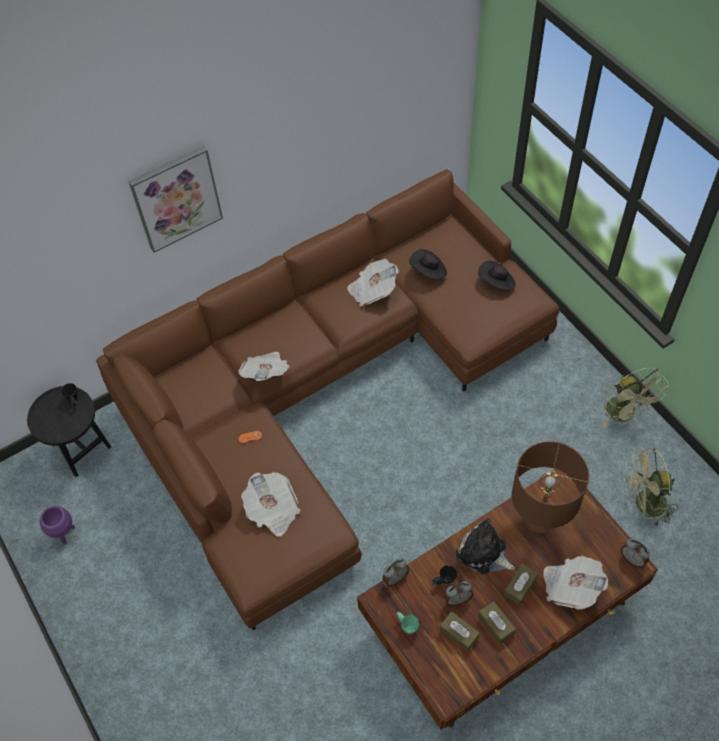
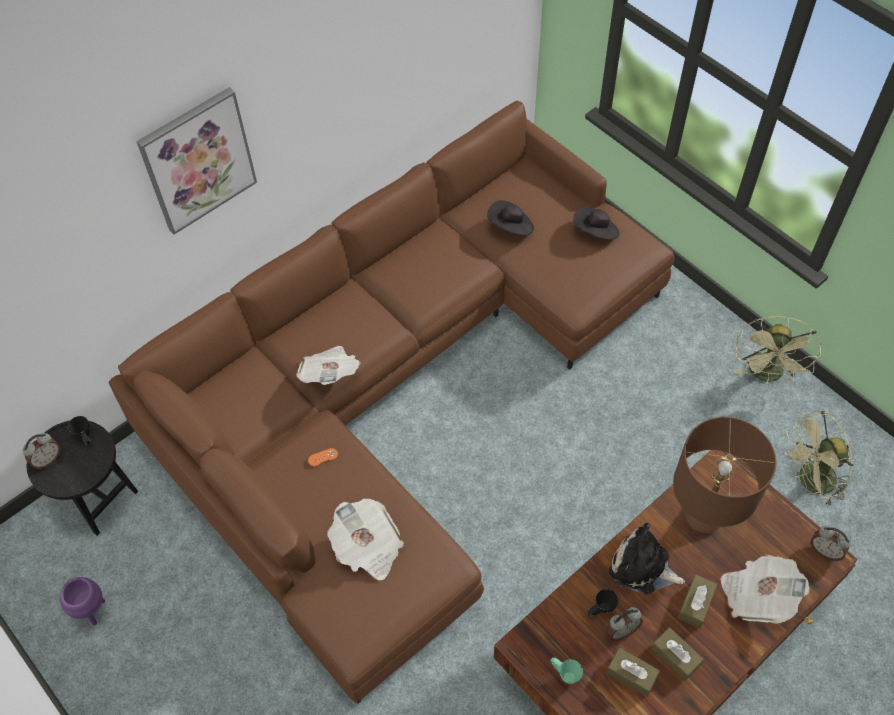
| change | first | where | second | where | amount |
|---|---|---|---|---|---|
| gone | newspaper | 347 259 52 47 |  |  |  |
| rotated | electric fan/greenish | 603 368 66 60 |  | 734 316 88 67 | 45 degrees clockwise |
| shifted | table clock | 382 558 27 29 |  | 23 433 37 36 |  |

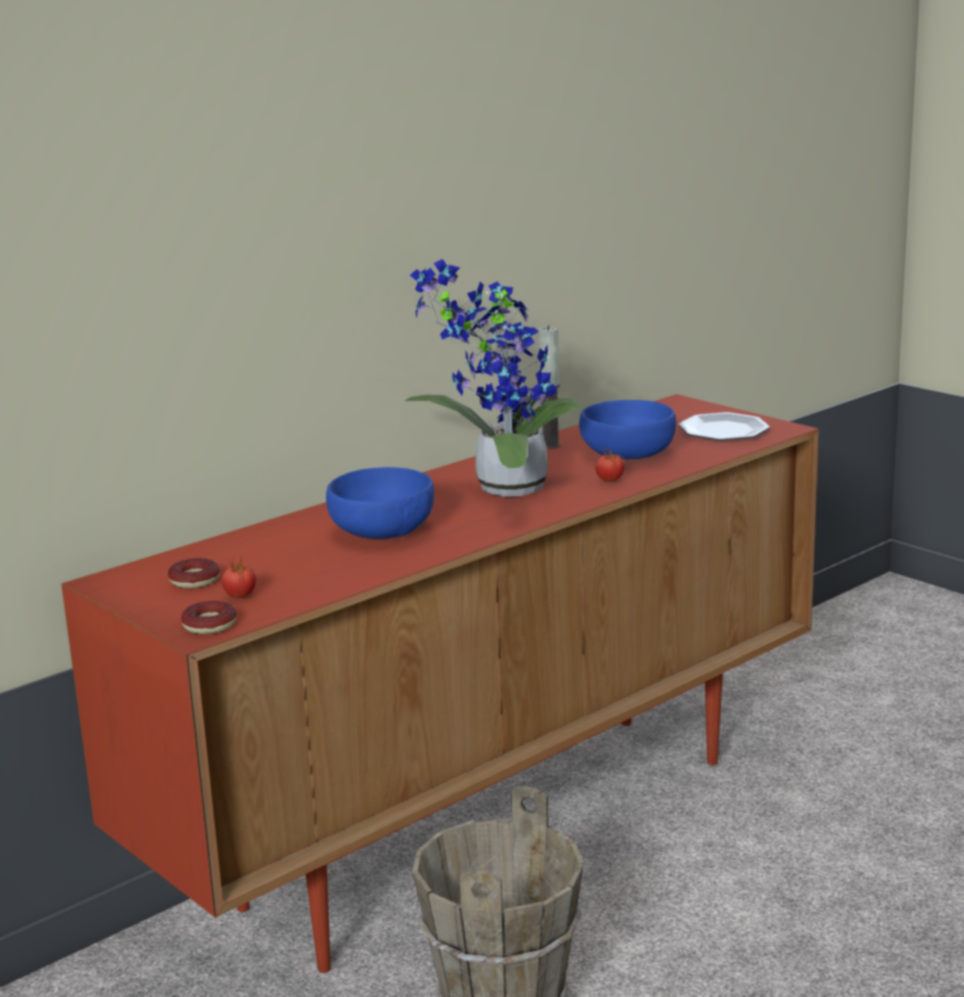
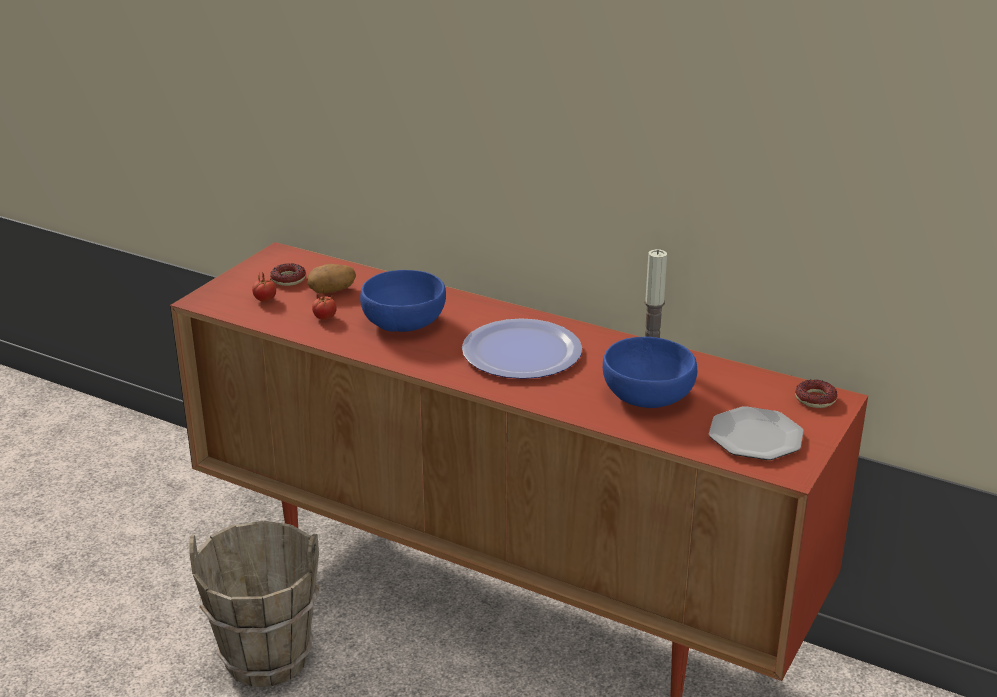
| change | first | where | second | where | amount |
|---|---|---|---|---|---|
| swapped | potted plant | 405 259 176 238 | dinner plate | 462 318 120 61 |  |
| shifted | whole tomato | 595 446 29 36 |  | 312 290 25 30 |  |
| shifted | doughnut | 181 601 55 33 |  | 795 379 43 29 |  |
| new |  |  | potato | 307 264 49 30 |  |

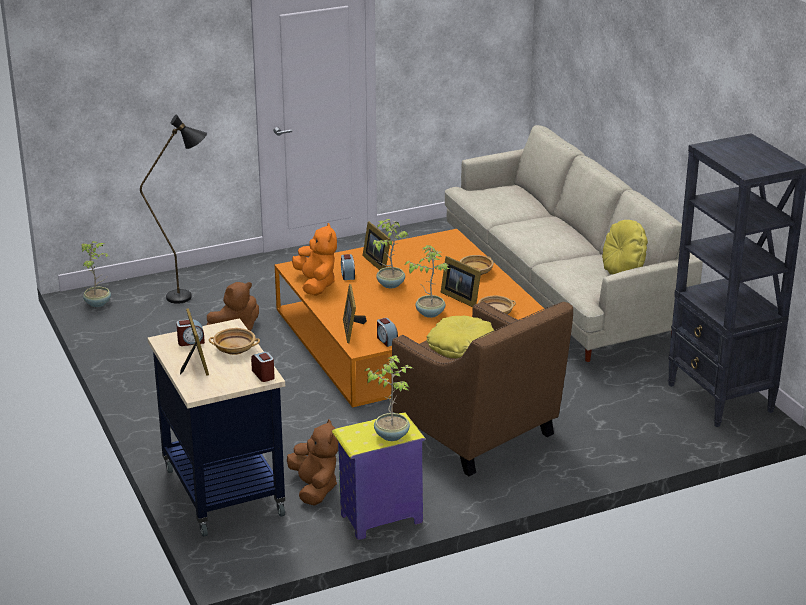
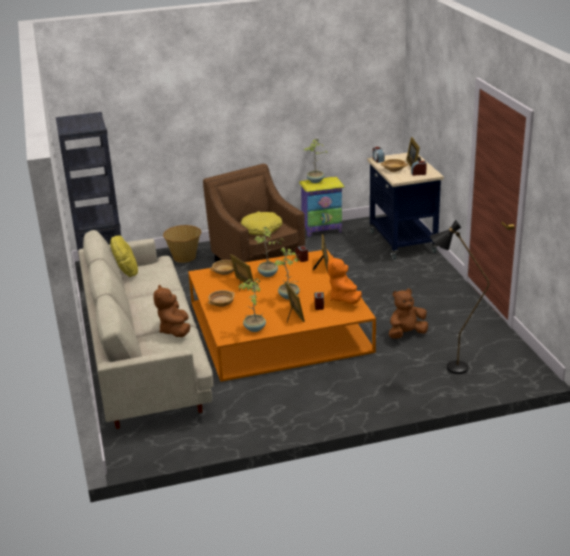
| change | first | where | second | where | amount |
|---|---|---|---|---|---|
| shifted | potted plant | 82 241 29 66 |  | 238 278 28 54 |  |
| shifted | plush toy/brown | 287 419 51 87 |  | 153 285 37 52 |  |
| new |  |  | household basket | 163 225 38 38 |  |

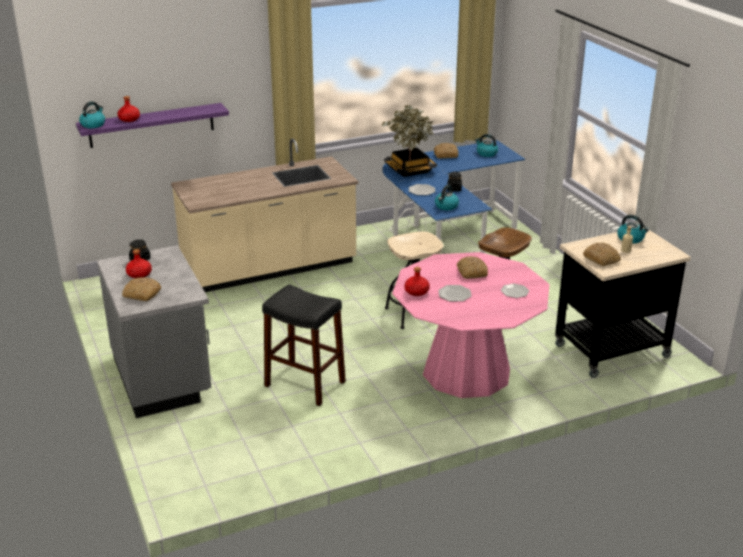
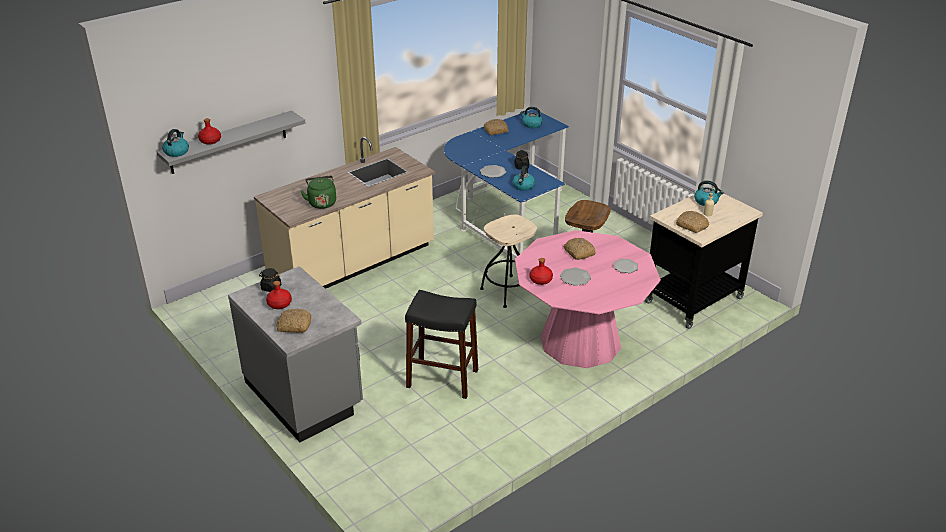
| change | first | where | second | where | amount |
|---|---|---|---|---|---|
| repainted | wall shelf/purplish | 76 103 153 45 | wall shelf/grey | 157 111 149 63 |  |
| gone | potted plant | 381 105 56 72 |  |  |  |
| new |  |  | tea kettle/greenish | 301 176 35 33 |  |

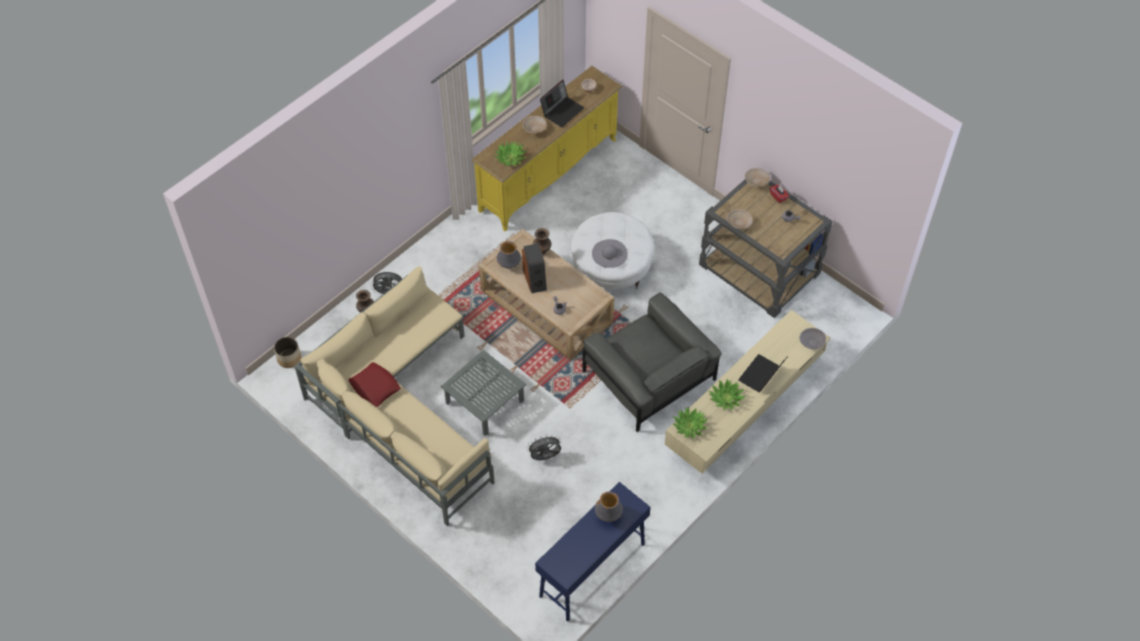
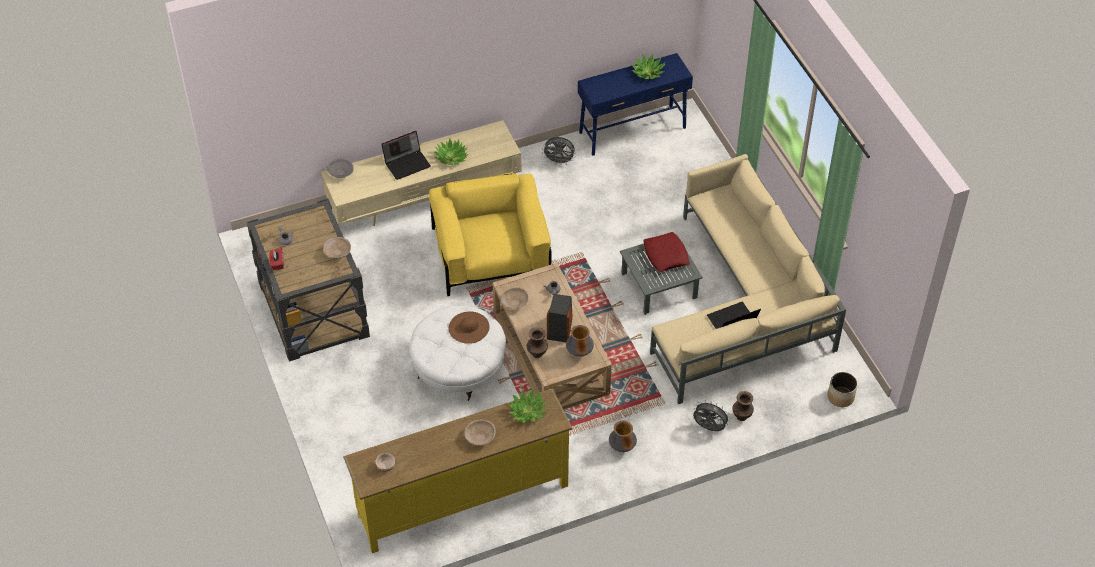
| change | first | where | second | where | amount |
|---|---|---|---|---|---|
| shifted | laptop | 540 80 44 48 |  | 707 302 54 27 |  |
| shifted | bowl/beige | 745 168 25 19 |  | 501 287 28 22 |  |
| repainted | wearable hat/grey | 592 239 36 29 | wearable hat/brown | 449 312 41 32 |  |
| repainted | easy chair/grey | 582 292 140 140 | easy chair/yellow | 429 173 122 123 |  |
| shifted | cushion/red-coloured | 349 362 52 45 |  | 643 232 47 40 |  |
| shifted | potted plant | 672 407 36 31 |  | 632 54 33 25 |  |
| shifted | electric fan/grey | 527 434 35 26 |  | 542 137 34 27 |  |
| shifted | vase | 595 491 28 31 |  | 609 421 28 31 |  |

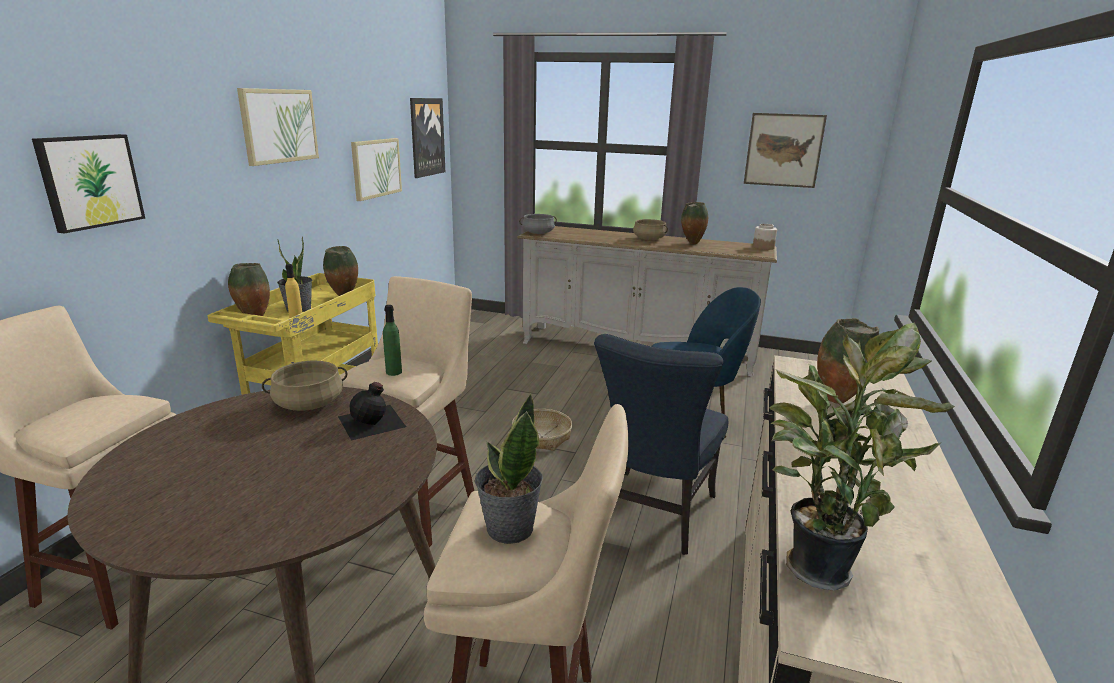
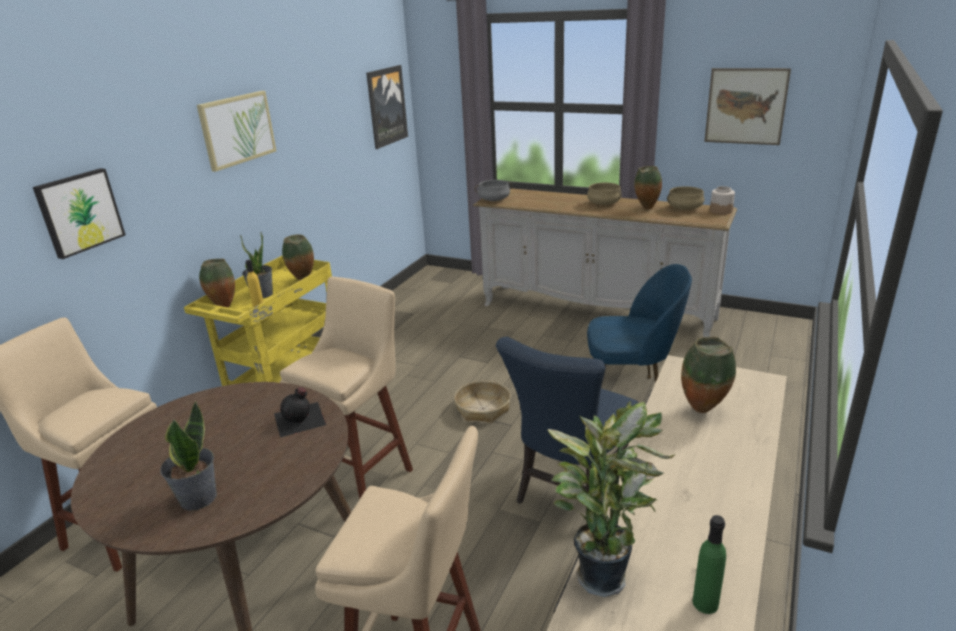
| change | first | where | second | where | amount |
|---|---|---|---|---|---|
| gone | wall picture | 351 138 51 63 |  |  |  |
| shifted | bottle/greenish | 383 305 19 71 |  | 693 515 33 99 |  |
| shifted | saucepot/beige | 262 361 85 50 |  | 667 186 37 24 |  |
| shifted | potted plant | 475 394 68 150 |  | 160 401 57 110 |  |

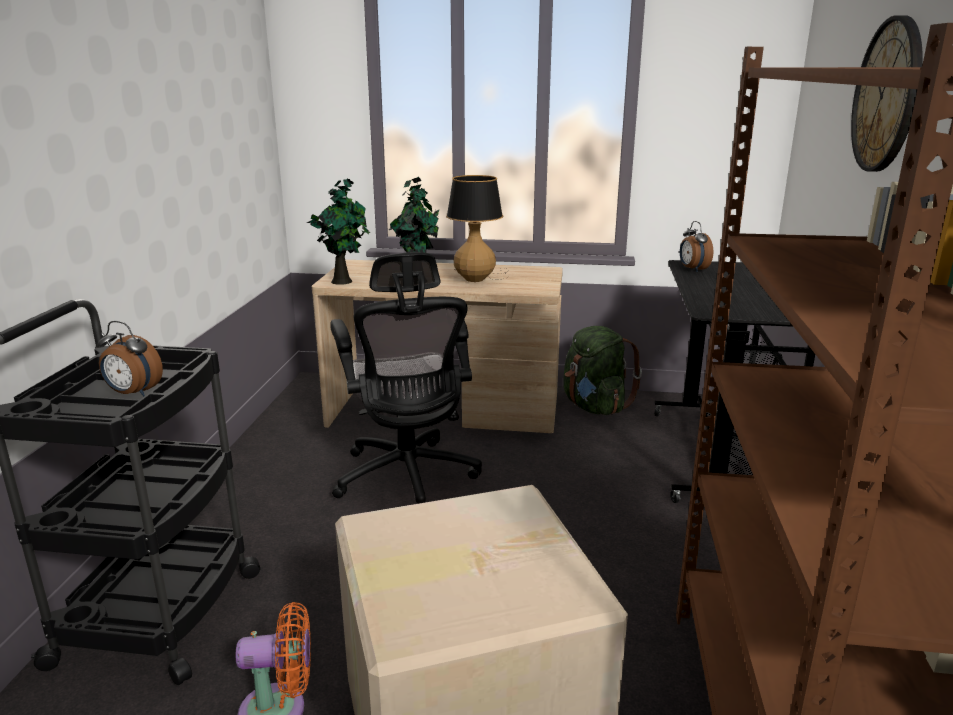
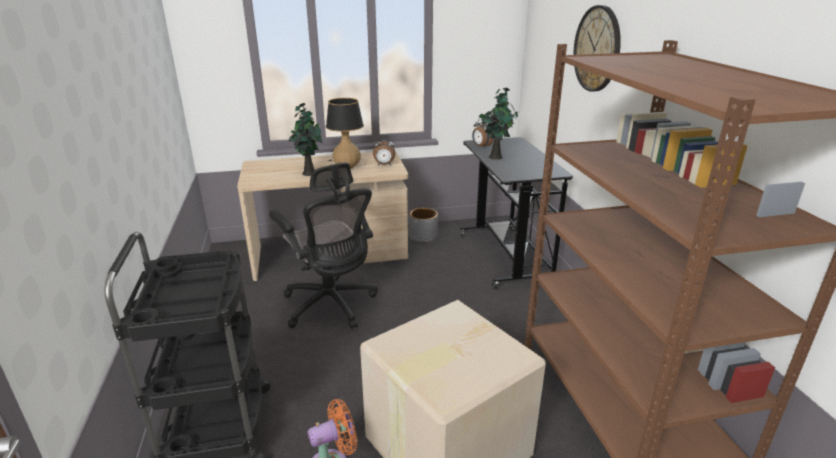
| change | first | where | second | where | amount |
|---|---|---|---|---|---|
| shifted | potted plant | 307 178 63 107 |  | 478 88 40 72 |  |
| shifted | table clock | 97 321 66 75 |  | 373 136 22 29 |  |
| swapped | rucksack/greenish | 563 326 79 89 | flower pot/grey | 409 208 29 34 |  |

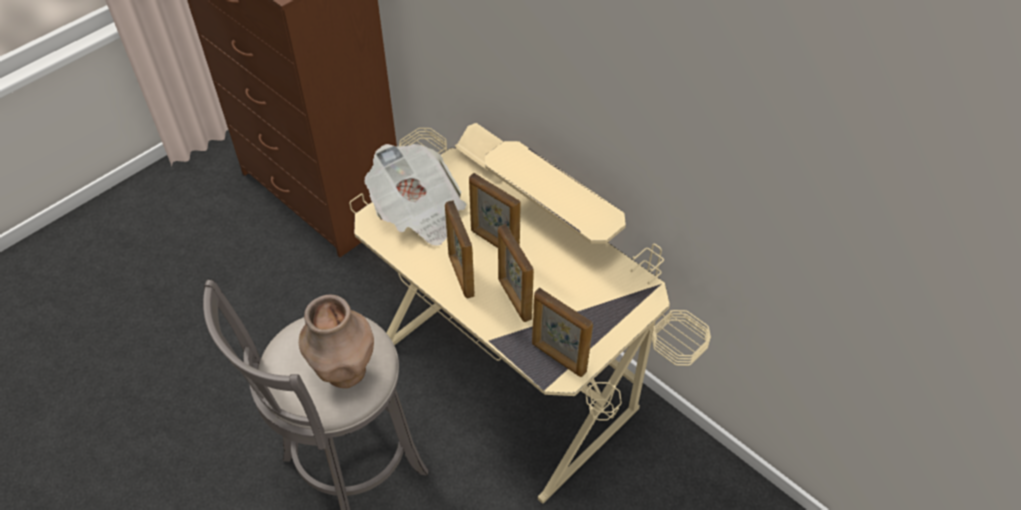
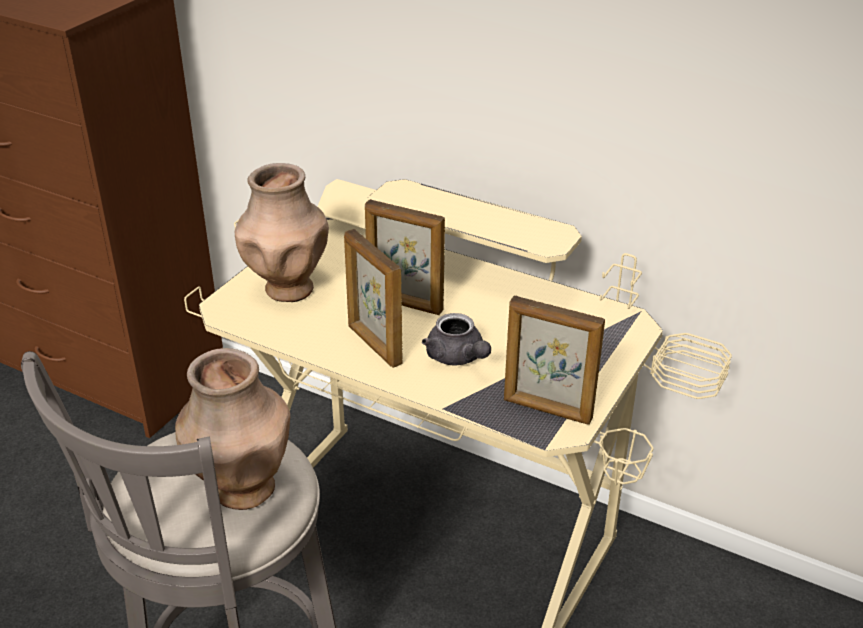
| change | first | where | second | where | amount |
|---|---|---|---|---|---|
| swapped | newspaper | 365 144 102 102 | vase/brown | 235 163 94 139 |  |
| swapped | photo frame | 498 224 36 98 | teapot/grey | 422 313 69 52 |  |

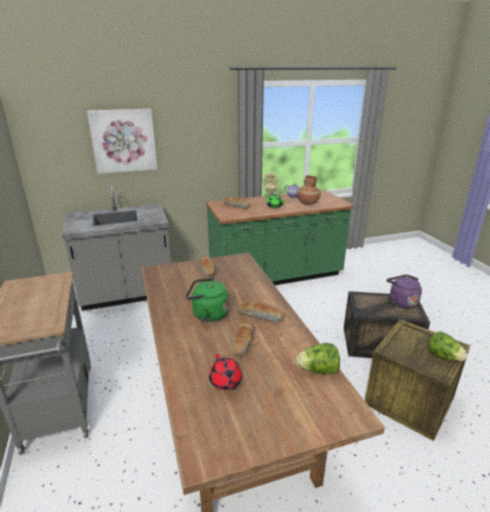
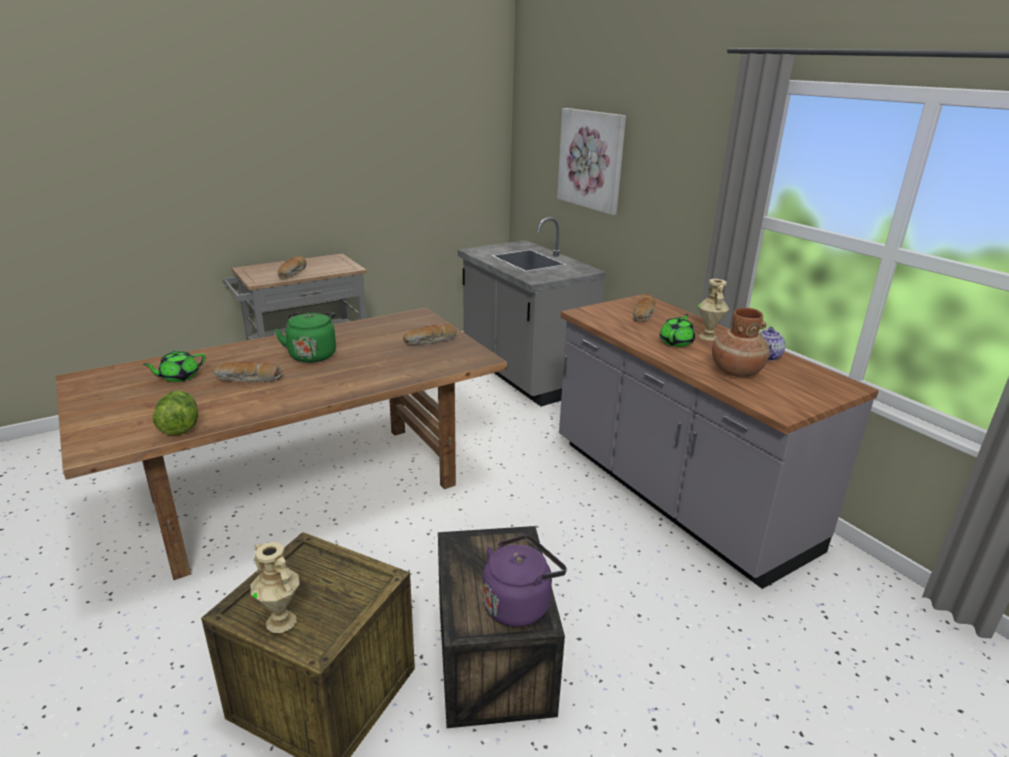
| change | first | where | second | where | amount |
|---|---|---|---|---|---|
| repainted | counter/greenish | 206 190 148 95 | counter/grey | 559 294 320 295 |  |
| shifted | bread | 238 301 47 21 |  | 277 256 29 22 |  |
| swapped | head of lettuce | 428 331 39 30 | vase/beige | 251 542 49 91 |  |
| repainted | teapot/red-coloured | 209 354 33 36 | teapot/greenish | 142 351 64 31 |  |

